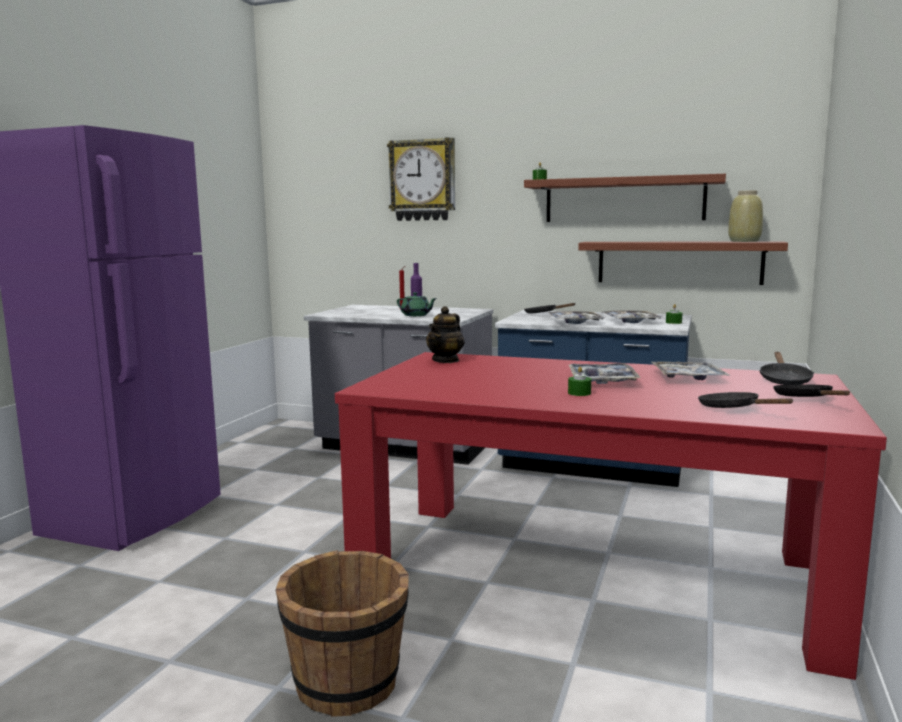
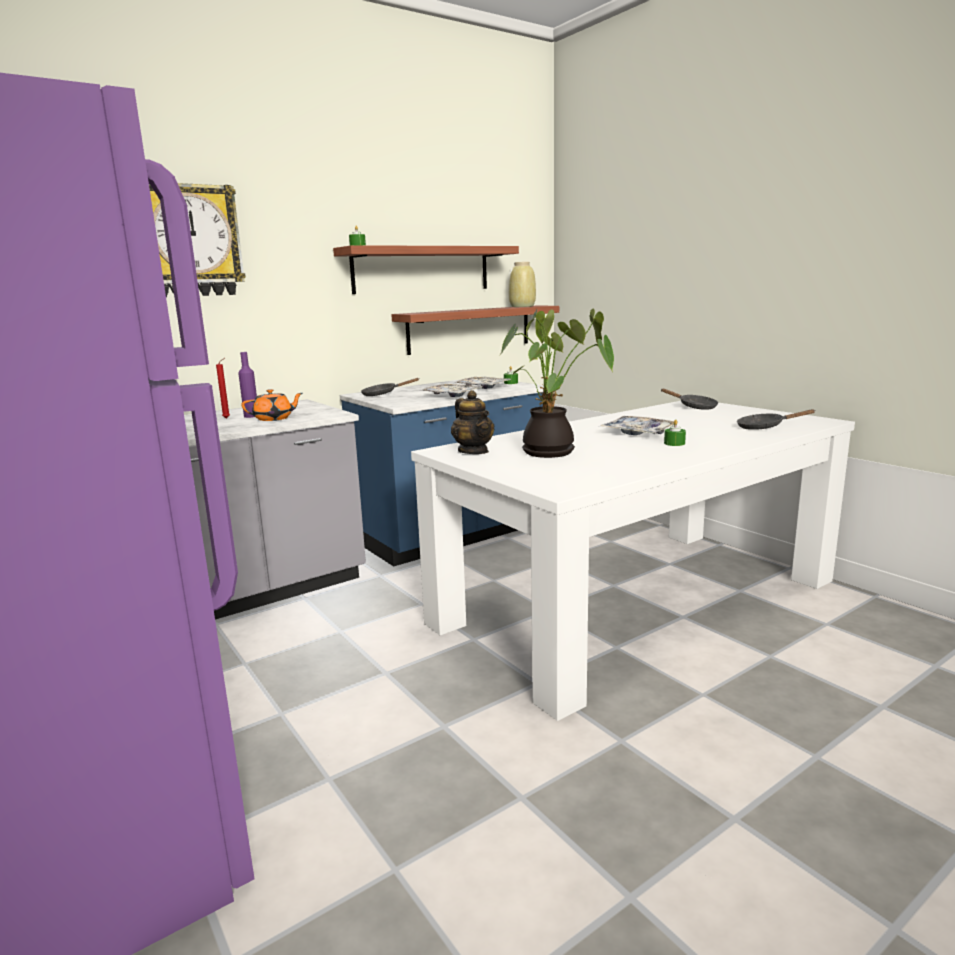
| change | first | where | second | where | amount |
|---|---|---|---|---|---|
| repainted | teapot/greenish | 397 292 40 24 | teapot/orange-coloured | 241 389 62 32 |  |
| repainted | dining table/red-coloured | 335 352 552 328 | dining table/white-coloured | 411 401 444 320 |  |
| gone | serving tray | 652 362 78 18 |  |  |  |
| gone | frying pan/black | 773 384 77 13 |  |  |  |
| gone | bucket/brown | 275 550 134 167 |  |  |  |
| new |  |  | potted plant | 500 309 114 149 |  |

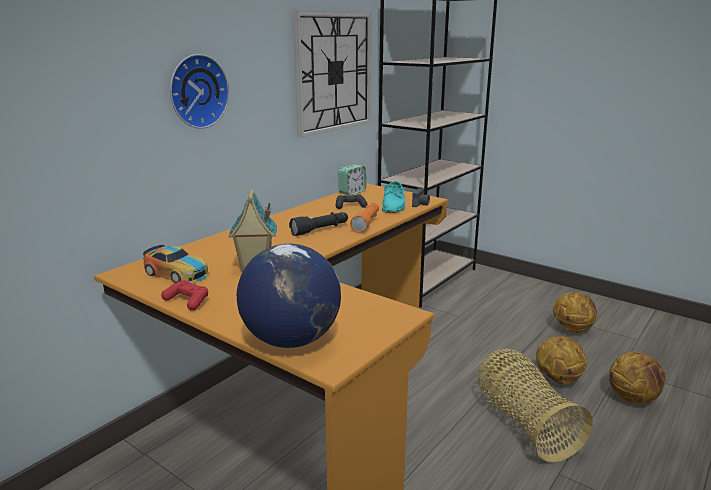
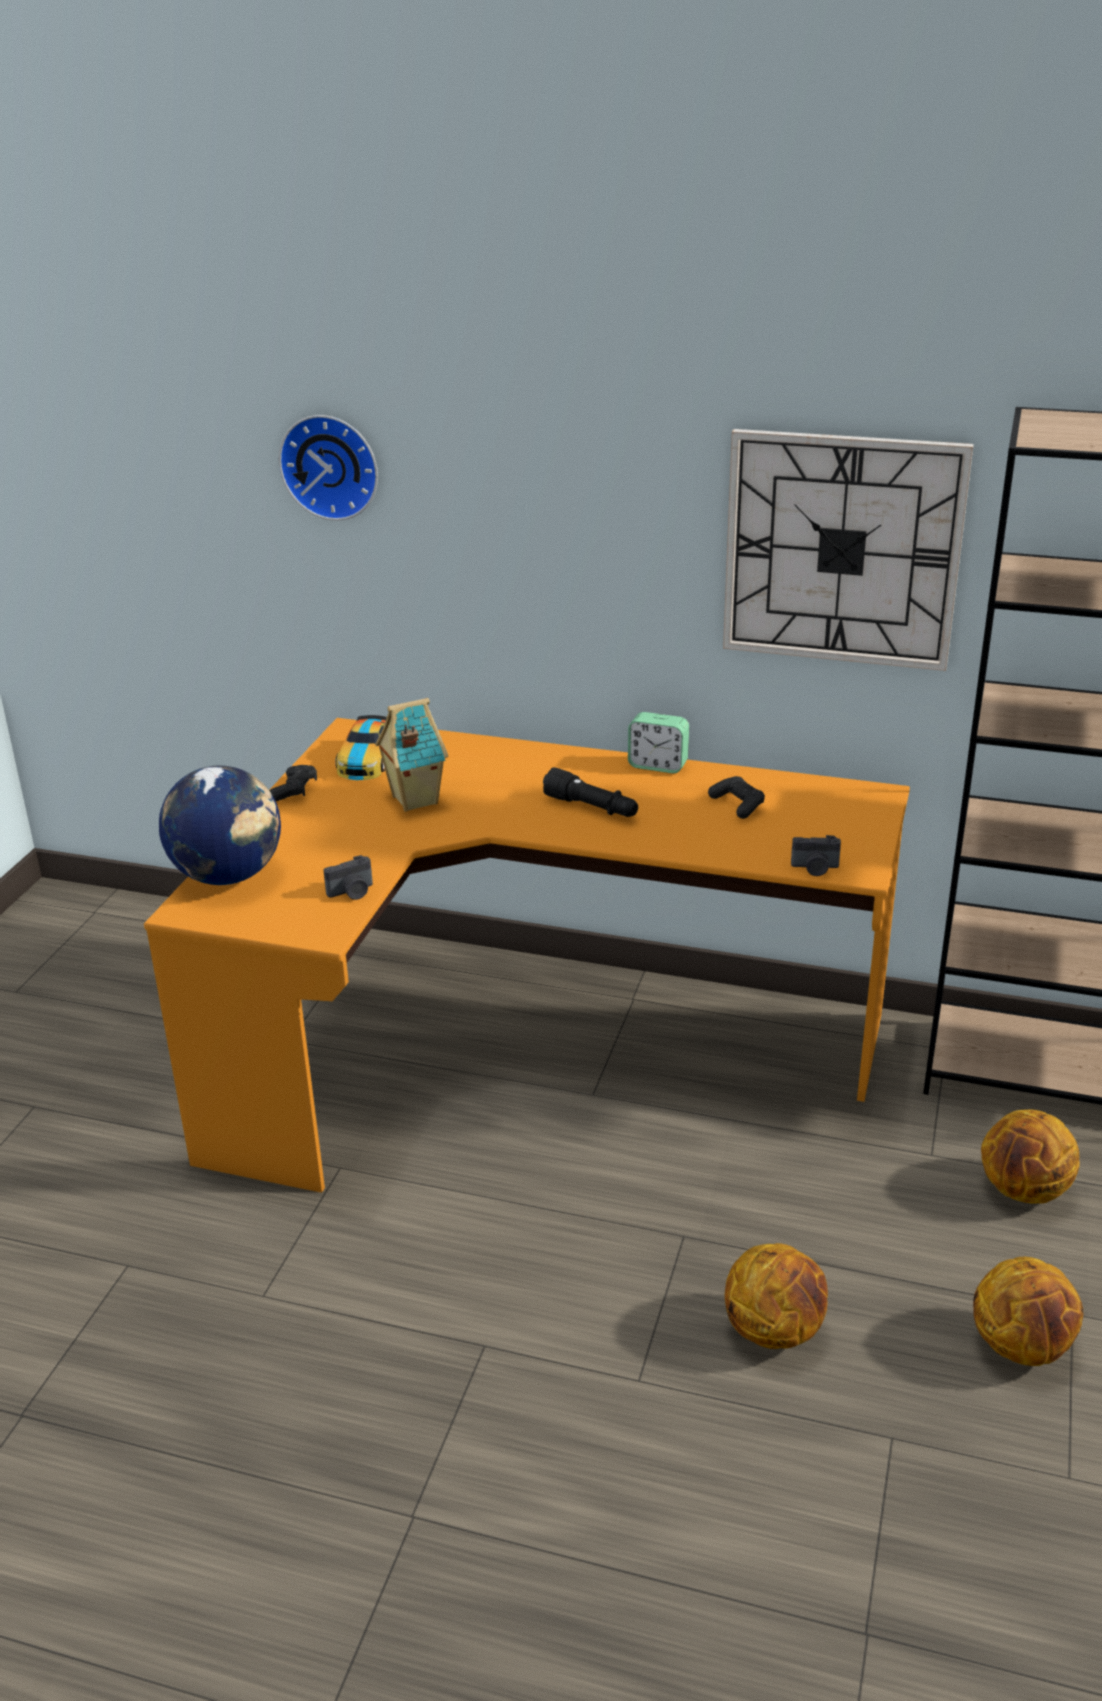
| change | first | where | second | where | amount |
|---|---|---|---|---|---|
| shifted | hanging clock | 170 54 59 75 |  | 279 415 99 106 |  |
| shifted | table clock | 338 165 28 30 |  | 628 712 61 61 |  |
| gone | low shoe/turquoise-coloured | 382 181 23 32 |  |  |  |
| gone | hand torch/orange-coloured | 350 203 29 30 |  |  |  |
| repainted | game controller/red-coloured | 161 280 47 30 | game controller/black | 270 765 47 36 |  |
| gone | household basket | 478 348 115 114 |  |  |  |
| shifted | basketball ball | 609 352 56 51 |  | 981 1110 99 93 |  |
| new |  |  | photo camera | 324 855 49 45 |  |

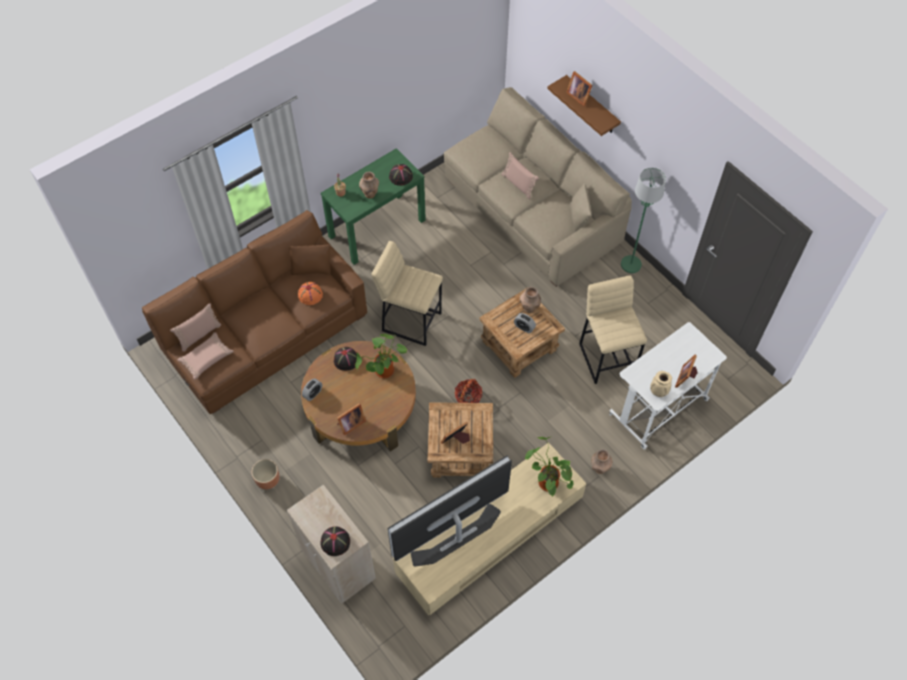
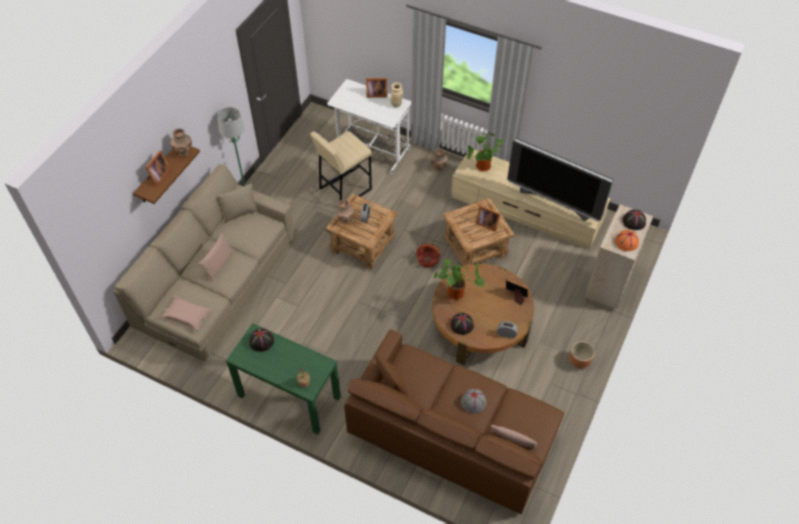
| change | first | where | second | where | amount |
|---|---|---|---|---|---|
| shifted | vase/brown | 359 172 20 27 |  | 171 129 21 28 |  |
| gone | stool seat/beige | 372 241 71 105 |  |  |  |
| shifted | wearable hat/orange-coloured | 298 282 25 23 |  | 615 230 24 21 |  |
| shifted | cushion/beige | 178 332 56 47 |  | 160 295 52 36 |  |
| new |  |  | wearable hat/grey | 461 389 25 24 |  |

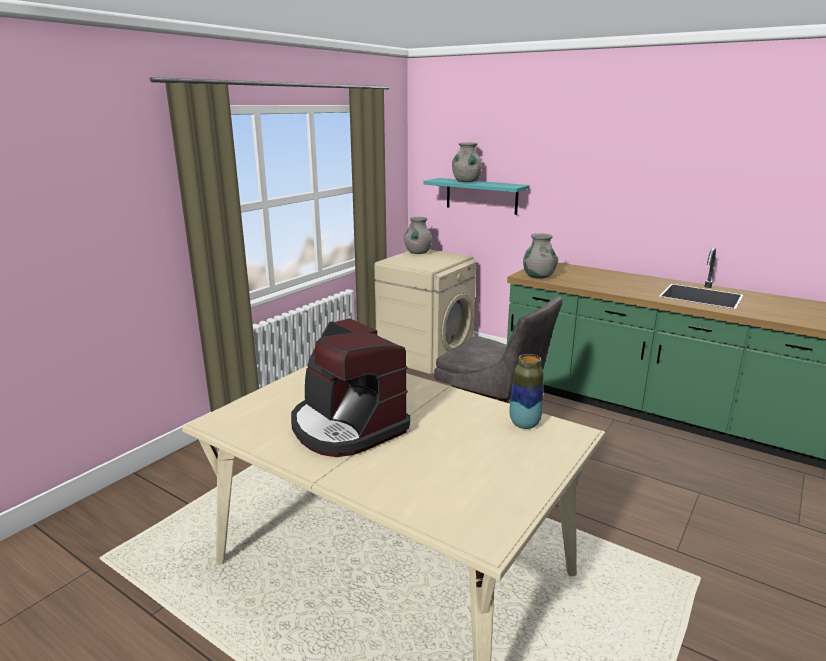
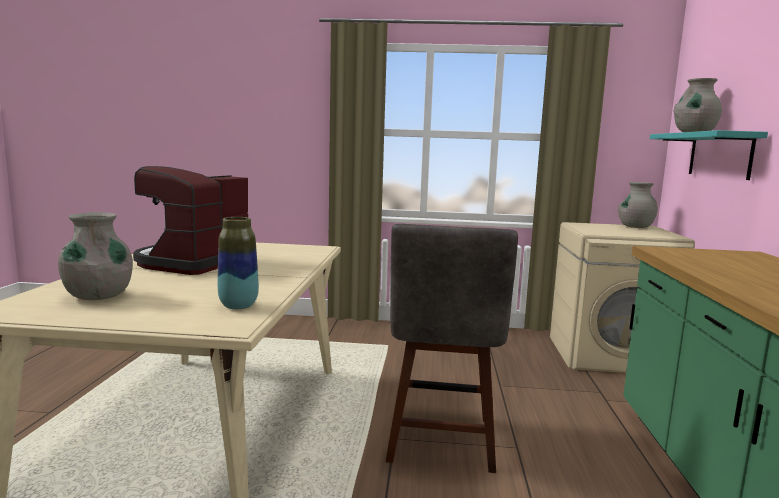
| change | first | where | second | where | amount |
|---|---|---|---|---|---|
| shifted | vase/grey | 523 233 35 45 |  | 58 212 75 88 |  |

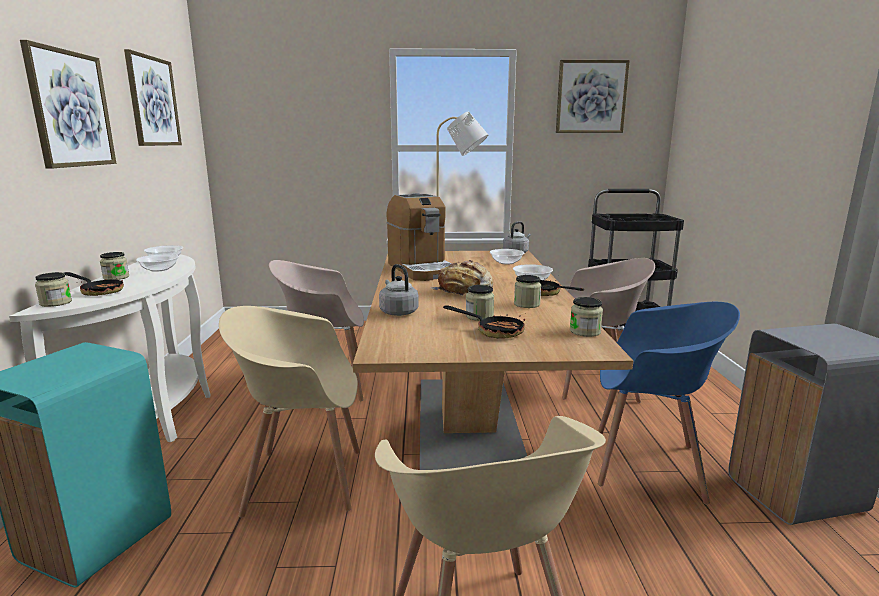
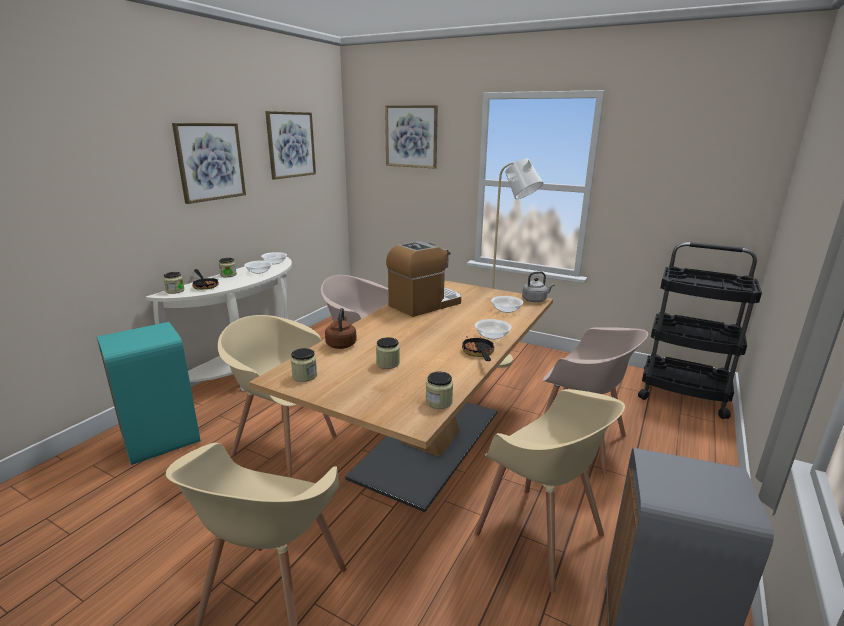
| change | first | where | second | where | amount |
|---|---|---|---|---|---|
| shifted | wall picture | 556 60 74 73 |  | 385 105 53 64 |  |
| rotated | coffee machine | 387 193 65 88 |  | 386 241 75 76 | 135 degrees counterclockwise |
| gone | bread | 430 260 63 36 |  |  |  |
| repainted | tea kettle/grey | 379 264 40 52 | tea kettle/brown | 325 308 32 41 |  |
| shifted | storage jar | 514 275 27 33 |  | 291 348 26 34 |  |
| repainted | upright chair/blue | 598 302 142 203 | upright chair/beige | 475 389 150 204 |  |
| gone | frying pan | 443 306 82 33 |  |  |  |

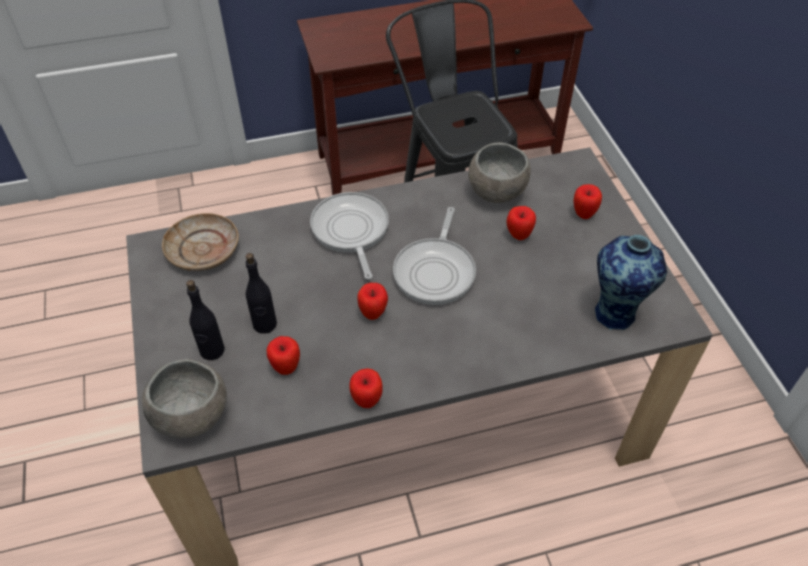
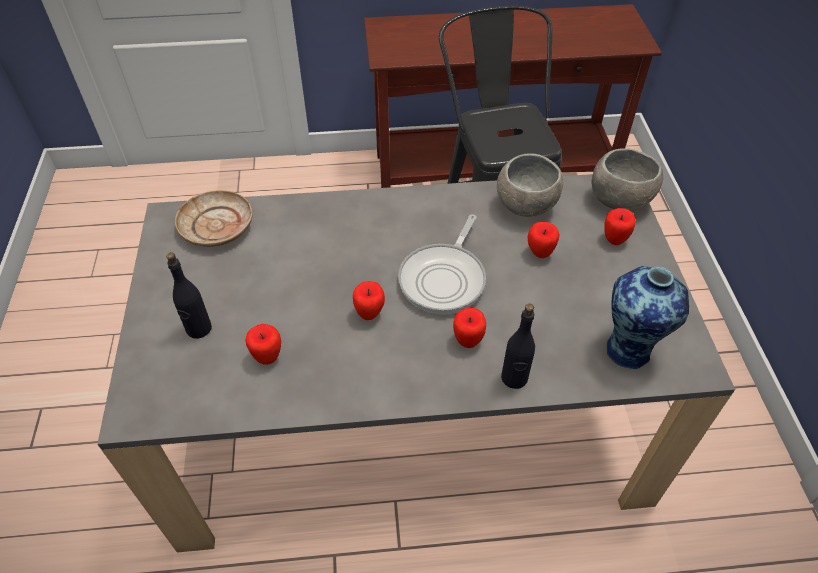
| change | first | where | second | where | amount |
|---|---|---|---|---|---|
| gone | frying pan | 310 192 79 88 |  |  |  |
| shifted | bottle/black | 246 253 31 81 |  | 501 304 34 85 |  |
| shifted | bowl/grey | 142 359 85 79 |  | 592 148 71 63 |  |
| shifted | apple | 350 368 33 40 |  | 453 308 33 40 |  |

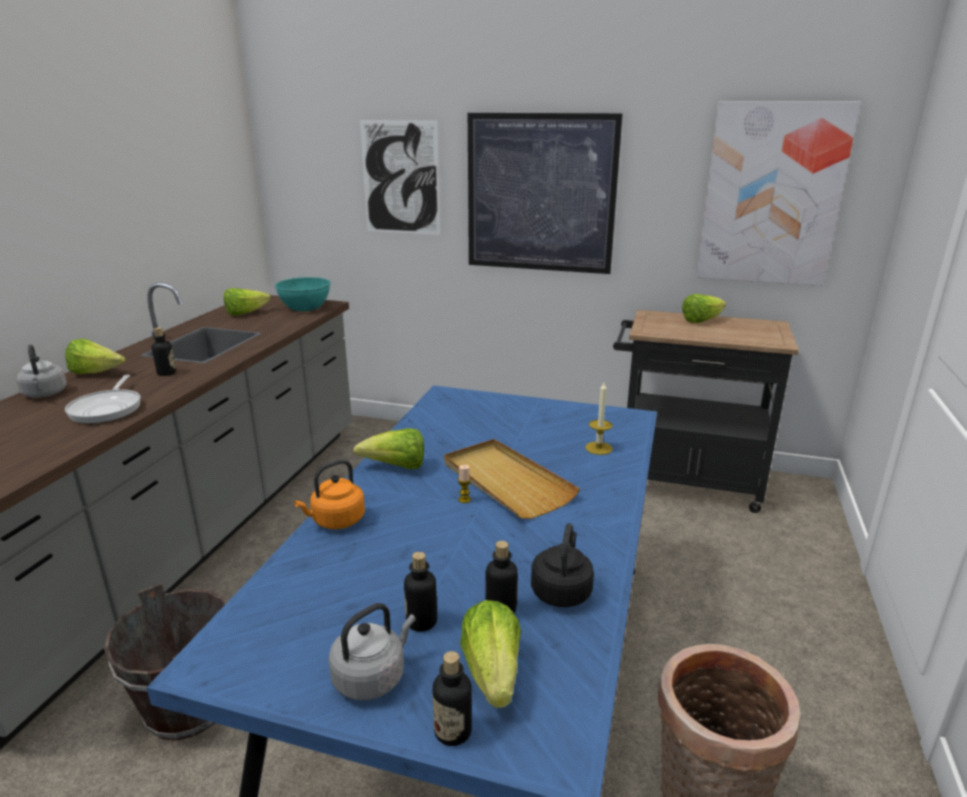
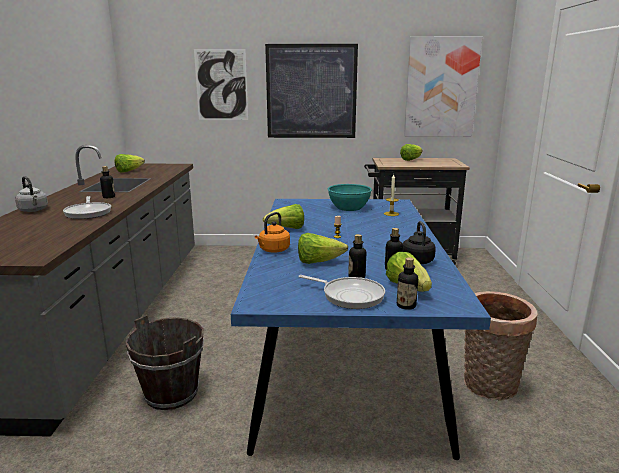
| change | first | where | second | where | amount |
|---|---|---|---|---|---|
| shifted | bowl/turquoise-coloured | 275 277 56 34 |  | 328 184 44 27 |  |
| shifted | head of lettuce | 65 338 60 36 |  | 298 233 50 31 |  |
| gone | serving tray/beige | 444 439 136 80 |  |  |  |
| swapped | tea kettle/grey | 328 603 88 97 | frying pan | 298 275 87 34 |  |

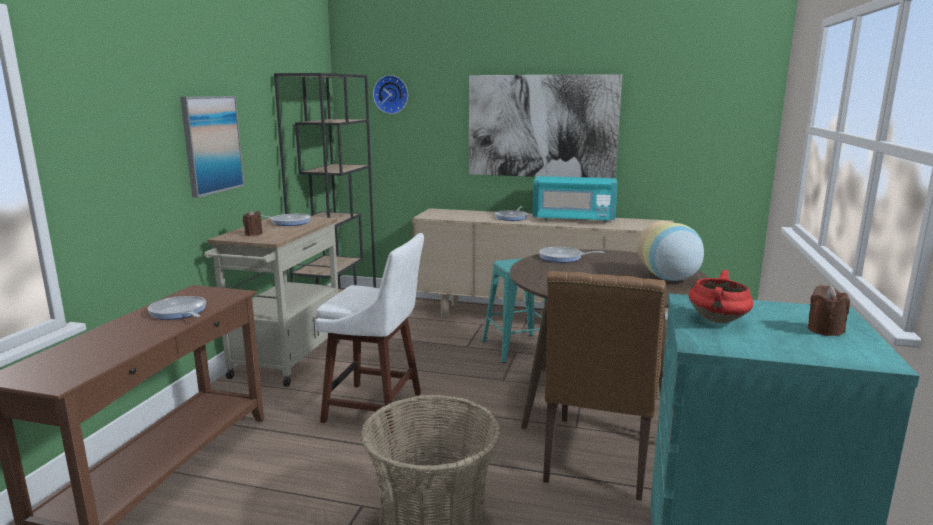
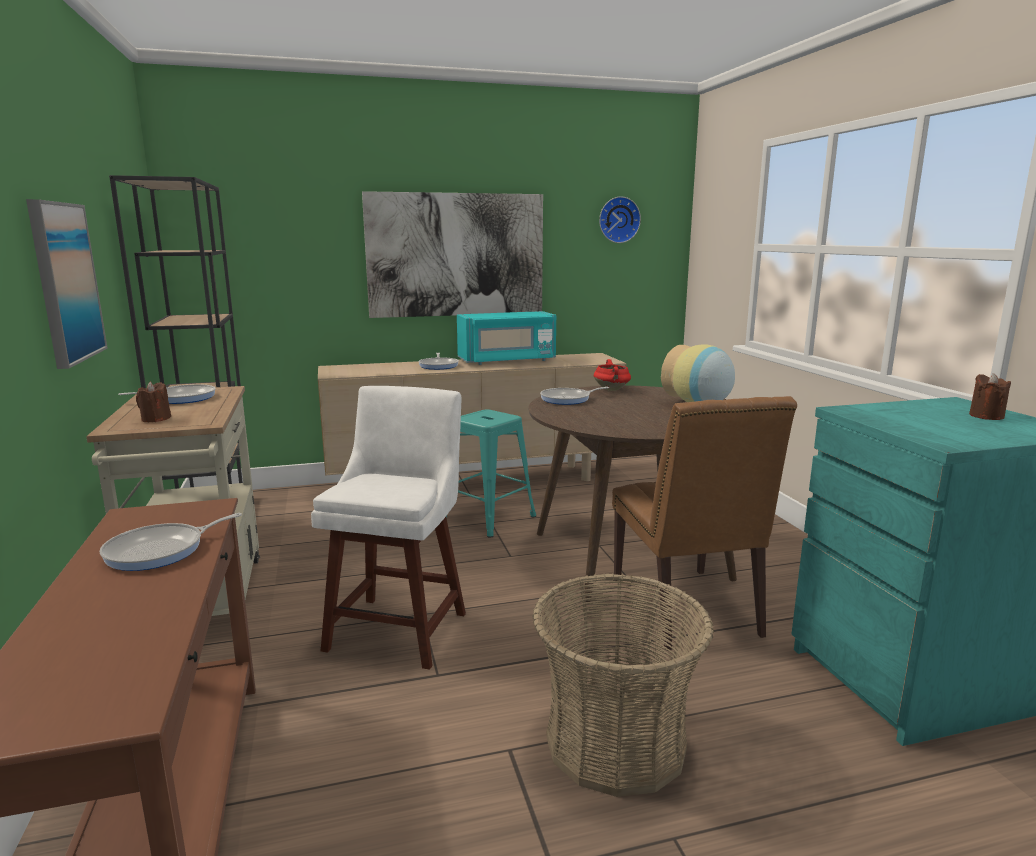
| change | first | where | second | where | amount |
|---|---|---|---|---|---|
| shifted | hanging clock | 373 75 35 39 |  | 599 197 42 46 |  |
| rotated | upright chair/white-coloured | 316 233 108 200 |  | 311 386 155 284 | 60 degrees counterclockwise |
| shifted | saucepot/red-coloured | 689 270 64 54 |  | 594 359 37 32 |  |
| rotated | frying pan | 148 296 58 24 |  | 100 513 142 58 | 60 degrees counterclockwise |

